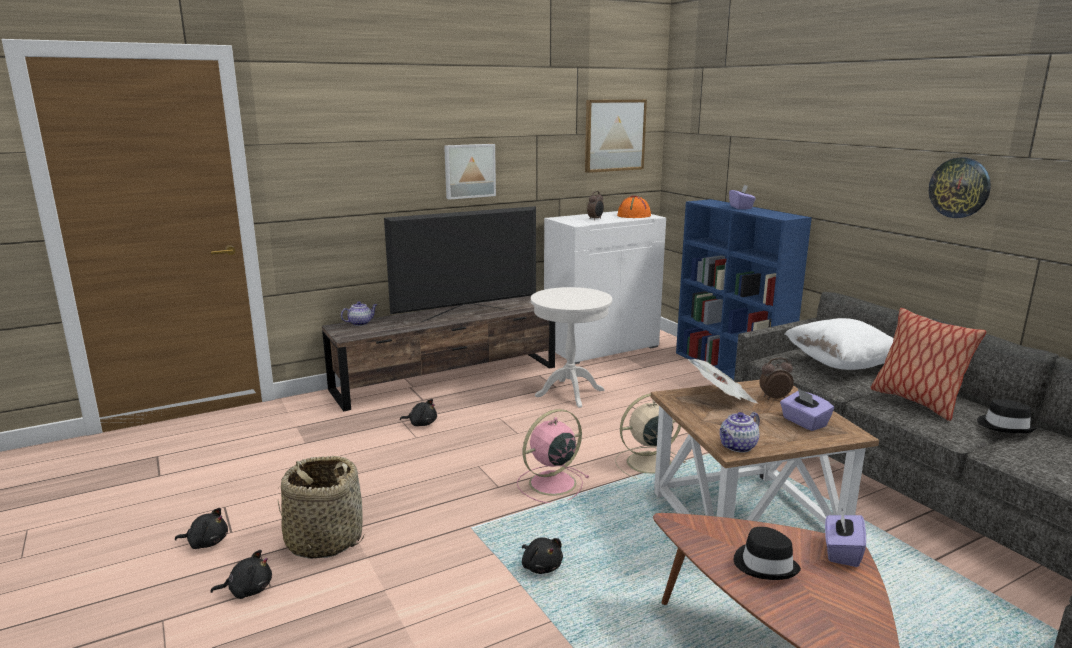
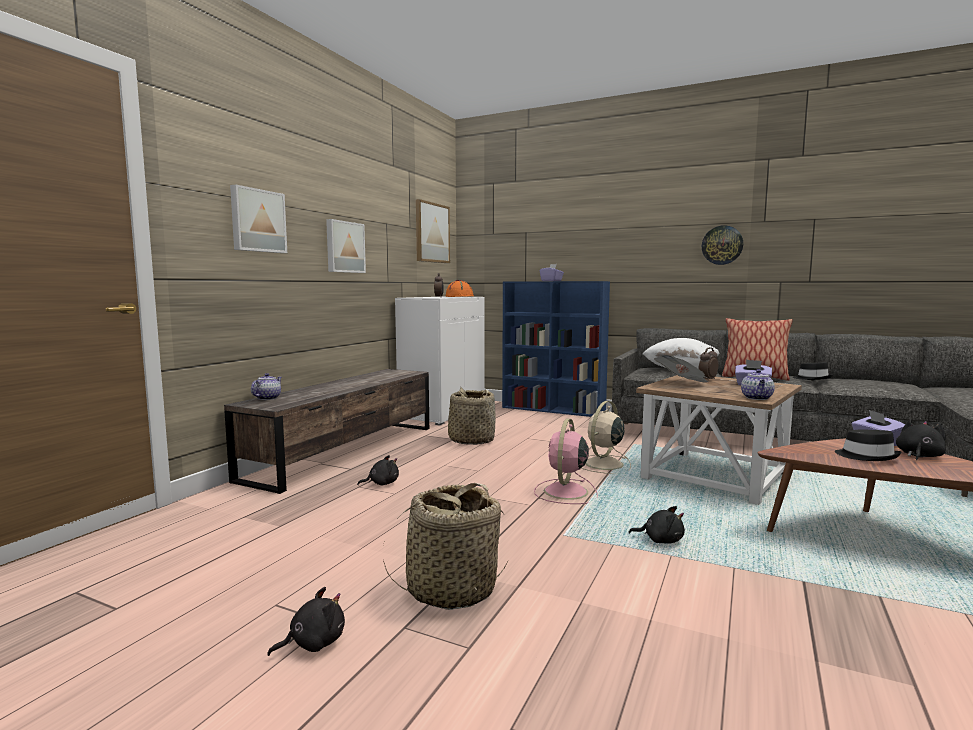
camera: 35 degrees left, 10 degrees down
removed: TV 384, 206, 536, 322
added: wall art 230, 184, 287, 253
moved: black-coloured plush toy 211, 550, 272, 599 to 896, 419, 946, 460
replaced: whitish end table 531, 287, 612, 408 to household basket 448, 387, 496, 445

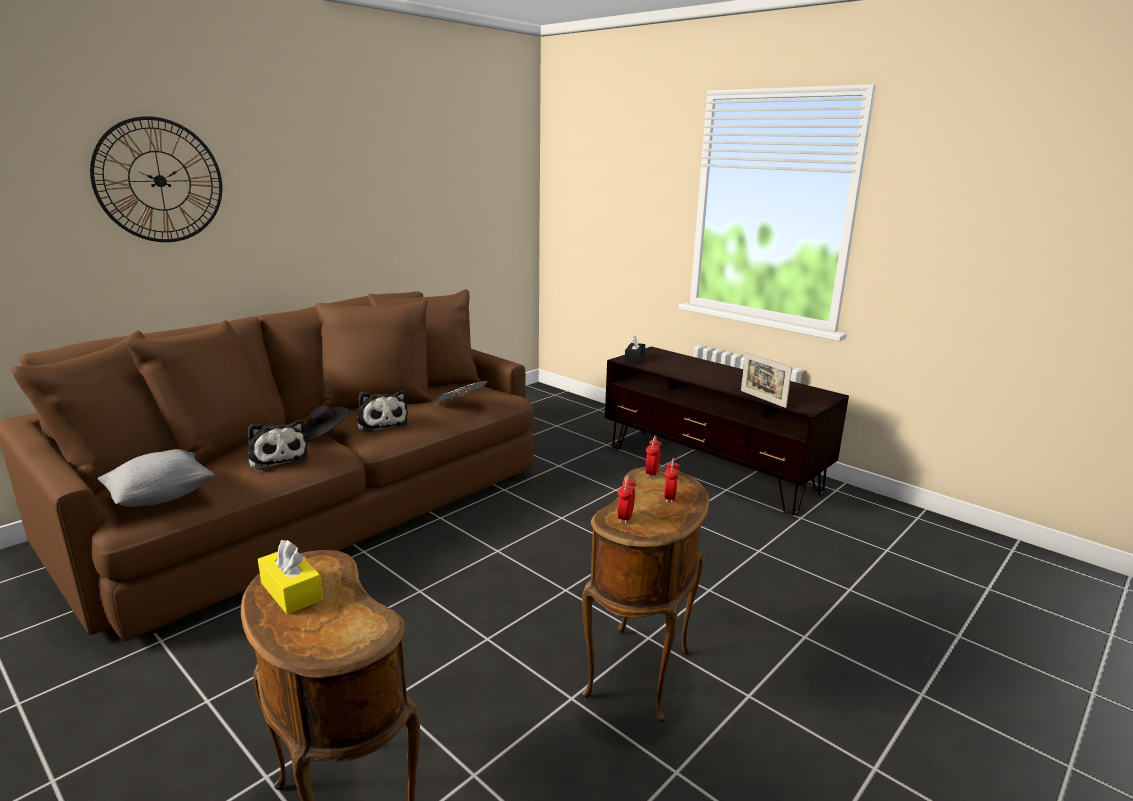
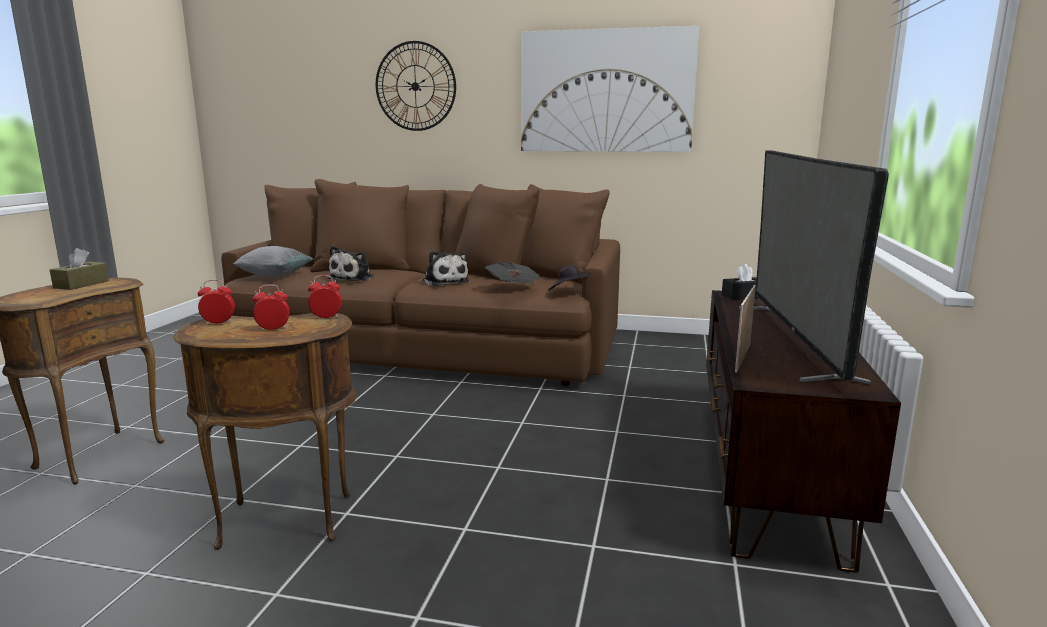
camera: 60 degrees right, 5 degrees down
added: wall art 521, 26, 699, 152; TV 739, 151, 889, 385
moved: black-coloured clothing hat 305, 405, 350, 442 to 548, 265, 591, 291
recoloured: yellow-coloured box of tissues 258, 540, 323, 615 to brownish box of tissues 50, 248, 109, 290
turned: plush toy 356, 390, 408, 433 = 423, 251, 469, 286 60 degrees counterclockwise

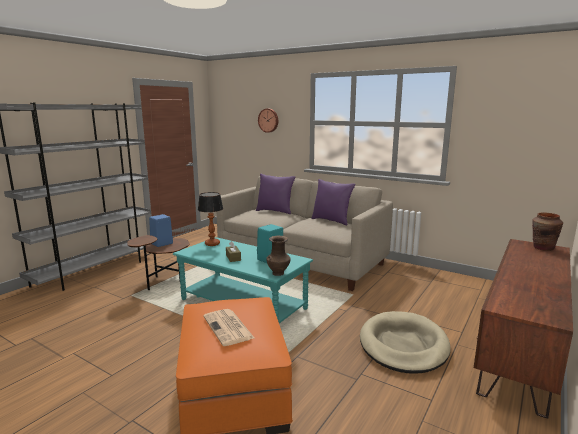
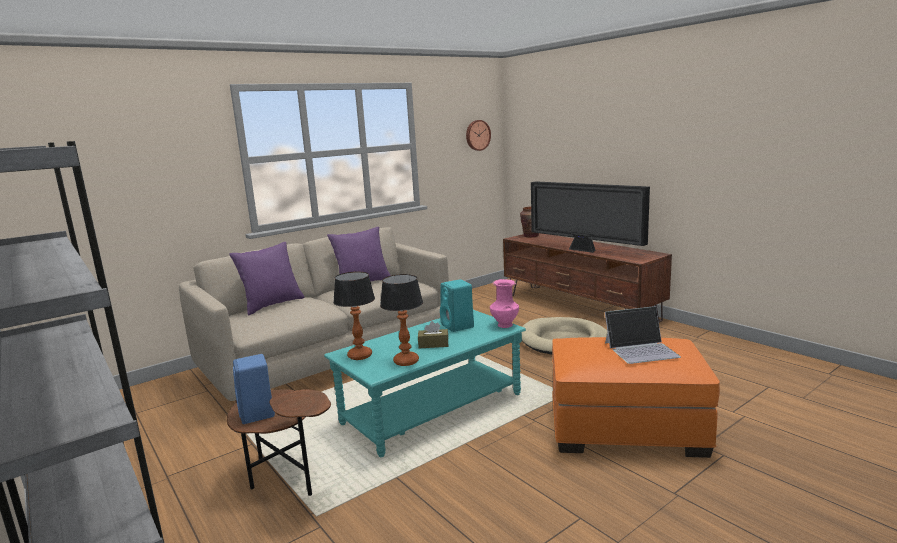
camera: 70 degrees left, 0 degrees up
added: lamp for a table 380, 274, 423, 366; TV 531, 181, 650, 253
moved: clock on the wall 258, 109, 278, 133 to 466, 120, 491, 151
replaced: printed paper 203, 309, 254, 346 to notebook computer 605, 306, 681, 364
recoloured: brownish vase 266, 236, 291, 276 to pink vase 490, 279, 519, 328

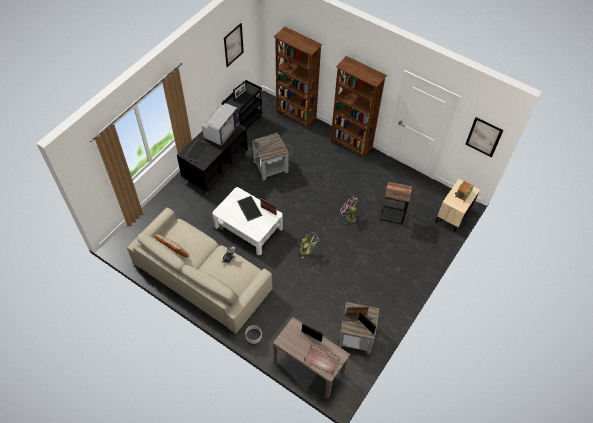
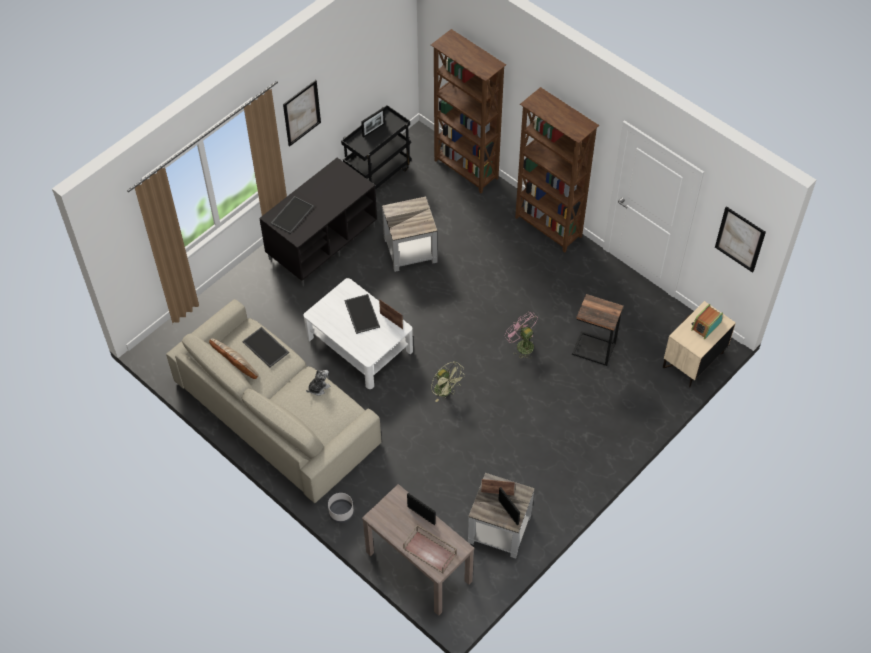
camera: 10 degrees right, 0 degrees up
removed: TV 202, 103, 239, 146
added: tray 242, 327, 289, 367
moved: wall art 224, 23, 244, 67 to 283, 80, 321, 147

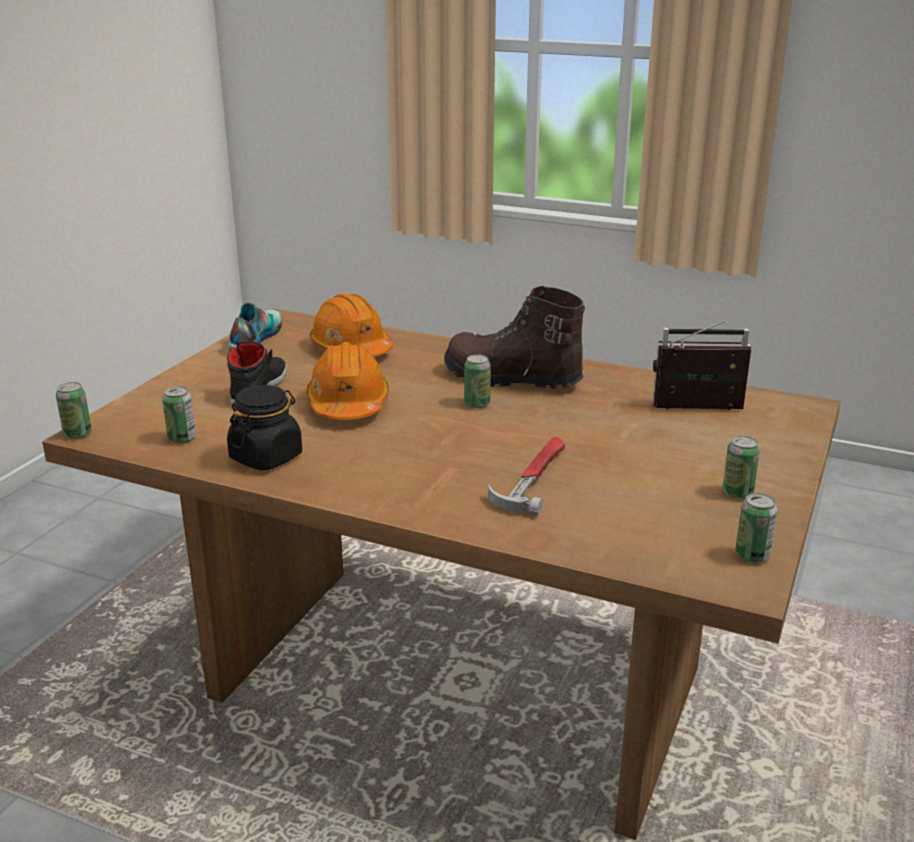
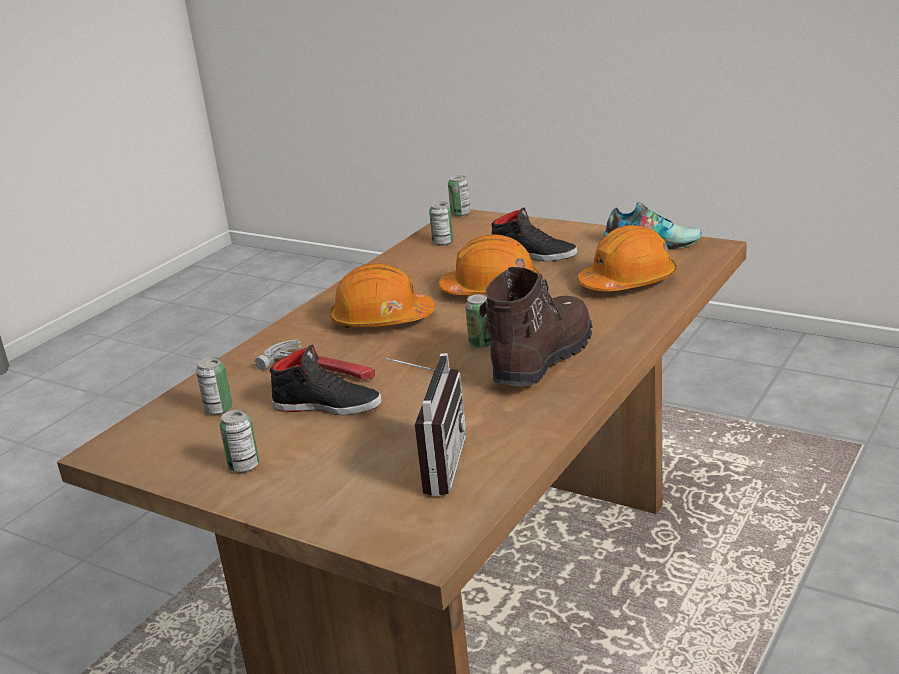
camera: 100 degrees right, 0 degrees up
removed: black-coloured preserve jar 227, 385, 302, 470
added: black-coloured low shoe 270, 345, 382, 415; orange hard hat 330, 263, 435, 328
moved: sealed can 735, 493, 777, 563 to 196, 357, 233, 415

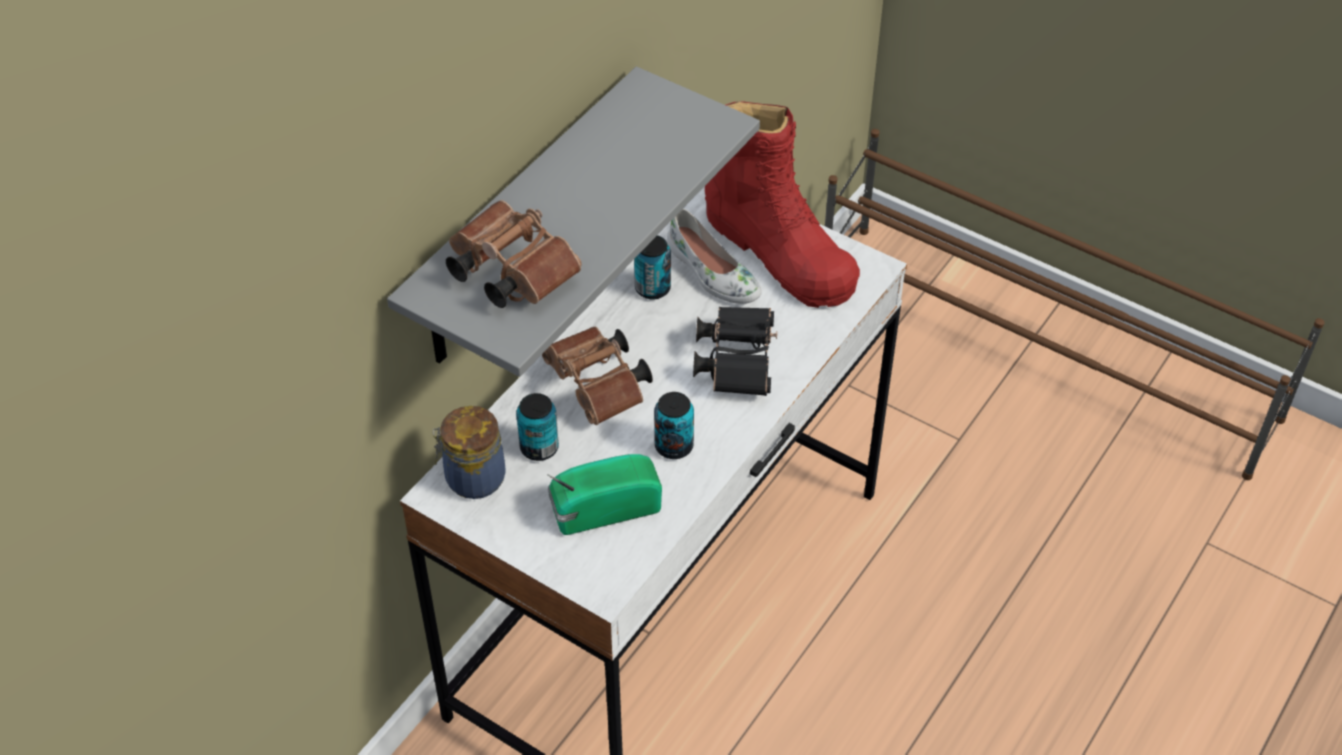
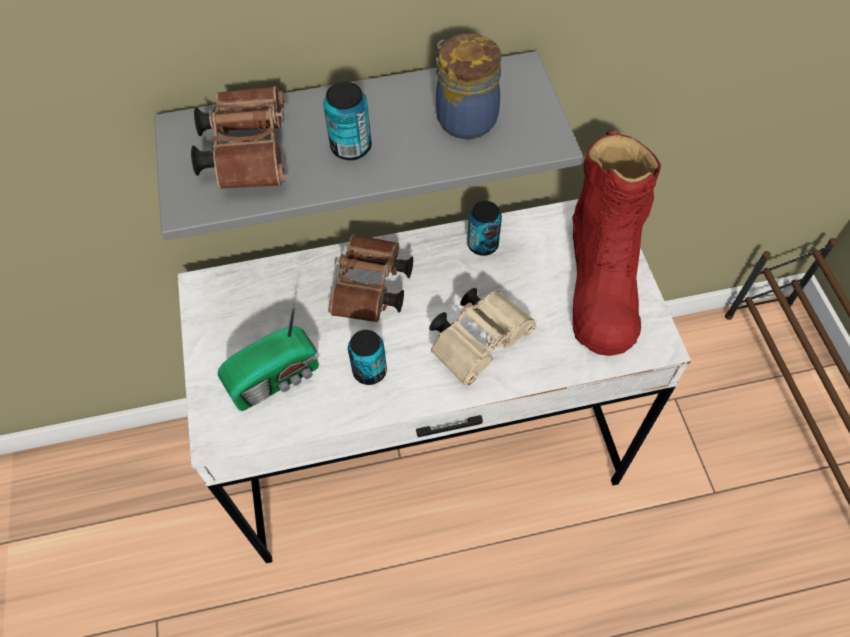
camera: 45 degrees right, 10 degrees up
removed: whitish low shoe 667, 209, 762, 304
moved: preserve jar 433, 406, 506, 499 to 435, 33, 501, 139; sealed can 516, 393, 559, 461 to 323, 82, 372, 160
recoloured: black-coloured field glasses 693, 307, 777, 396 to sand-coloured field glasses 429, 288, 536, 385
turned: radio 547, 454, 662, 535 = 218, 291, 319, 411 120 degrees clockwise

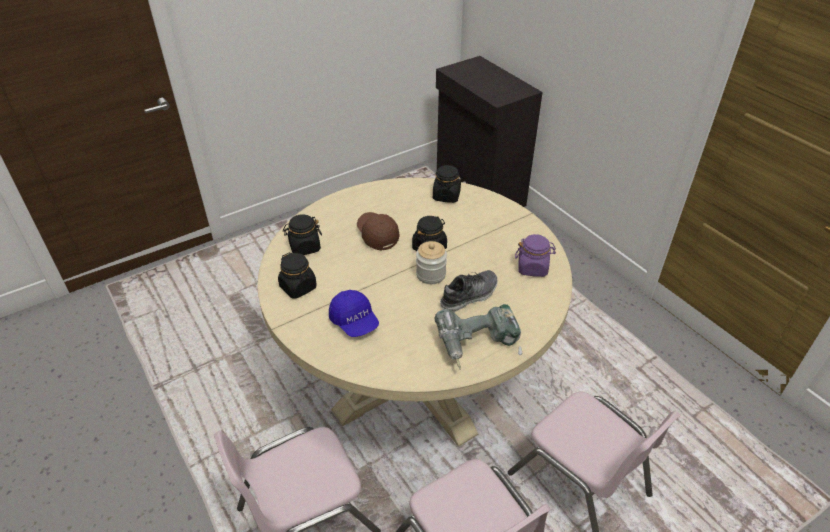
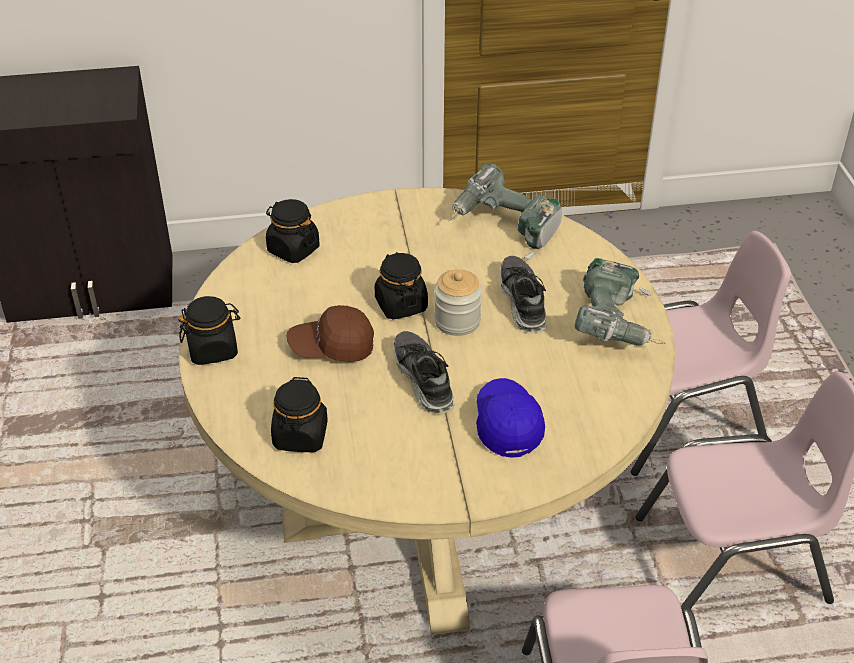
camera: 65 degrees left, 0 degrees up
added: low shoe 393, 331, 454, 414
moved: black-coloured preserve jar 278, 252, 317, 299 to 178, 296, 240, 365
replaced: purplish preserve jar 515, 234, 556, 277 to drill 447, 164, 562, 259
turned: blue-coloured cap 329, 290, 379, 337 = 476, 378, 545, 457 90 degrees counterclockwise

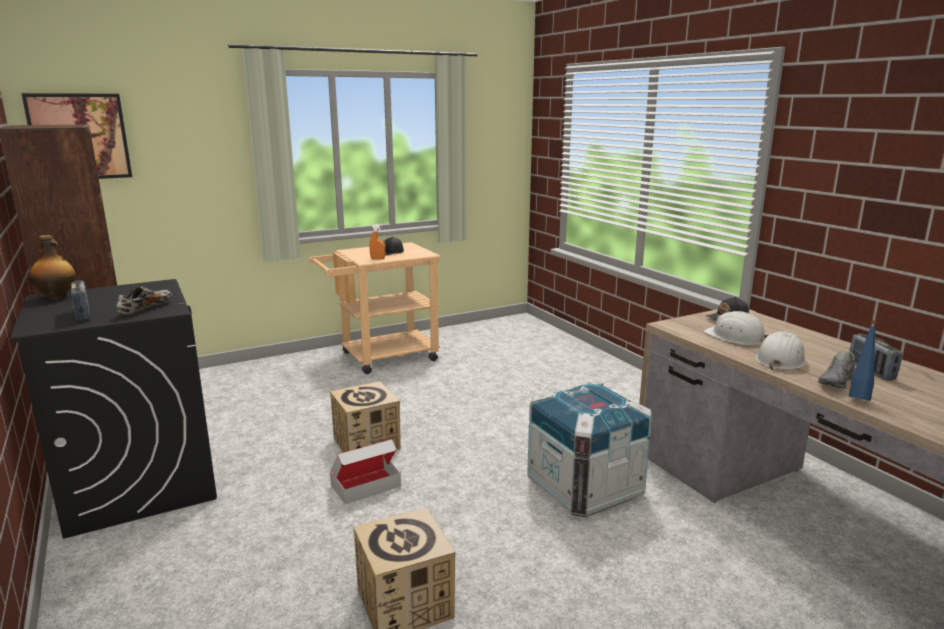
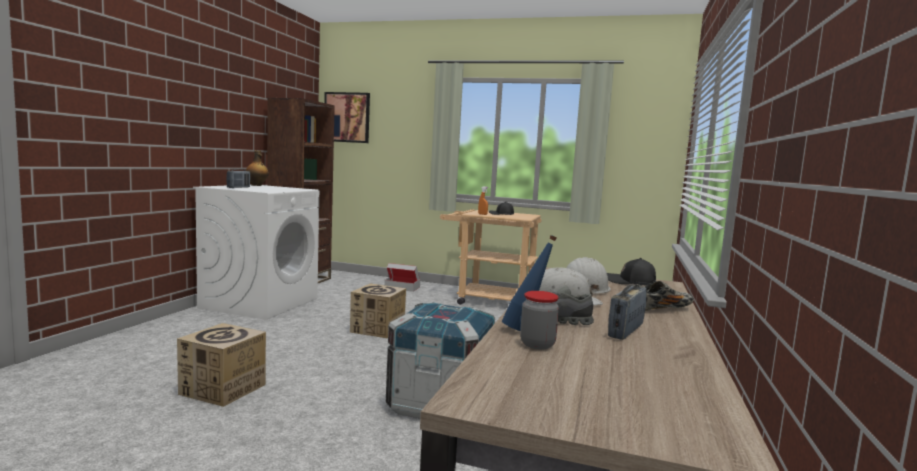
camera: 45 degrees right, 10 degrees down
added: preserve jar 520, 291, 559, 349
moved: low shoe 117, 287, 172, 315 to 637, 281, 694, 311; cardboard box 330, 439, 401, 504 to 384, 263, 420, 292
recoloured: black-coloured laundry appliance 10, 279, 217, 539 to whitish laundry appliance 193, 185, 319, 320

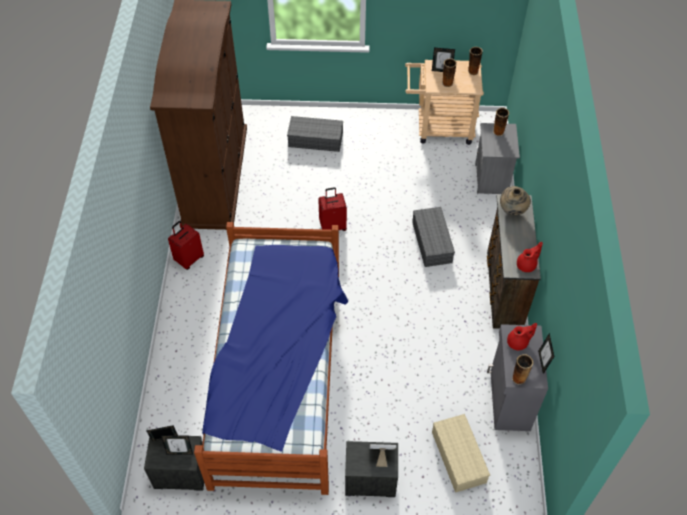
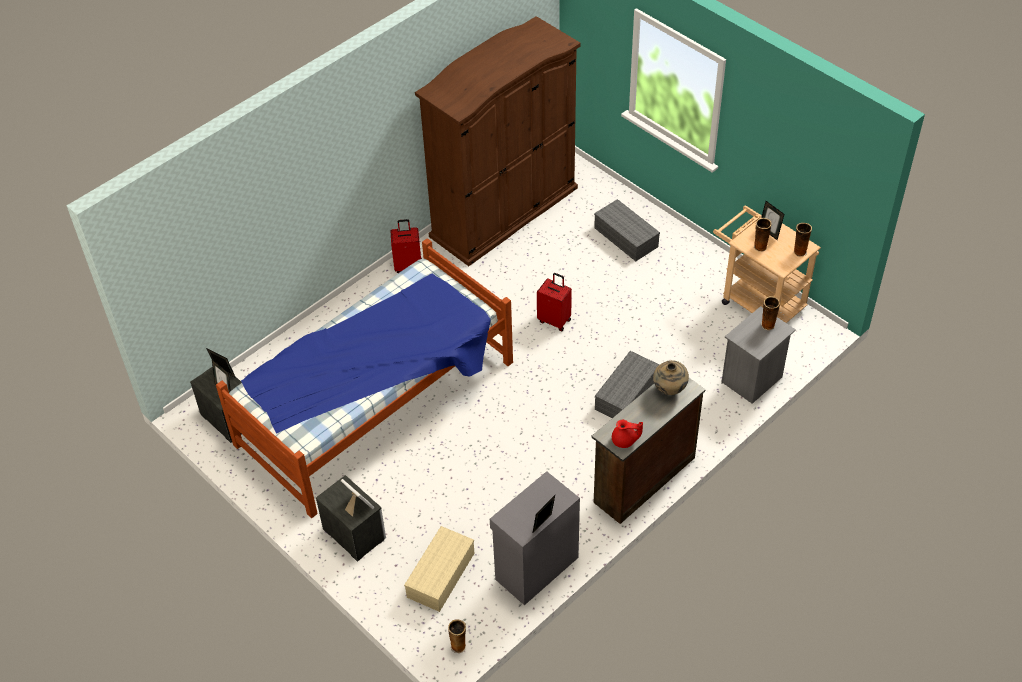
camera: 45 degrees right, 5 degrees down
removed: red-coloured teapot 507, 323, 537, 351
moved: vase 512, 354, 533, 385 to 448, 619, 466, 653

